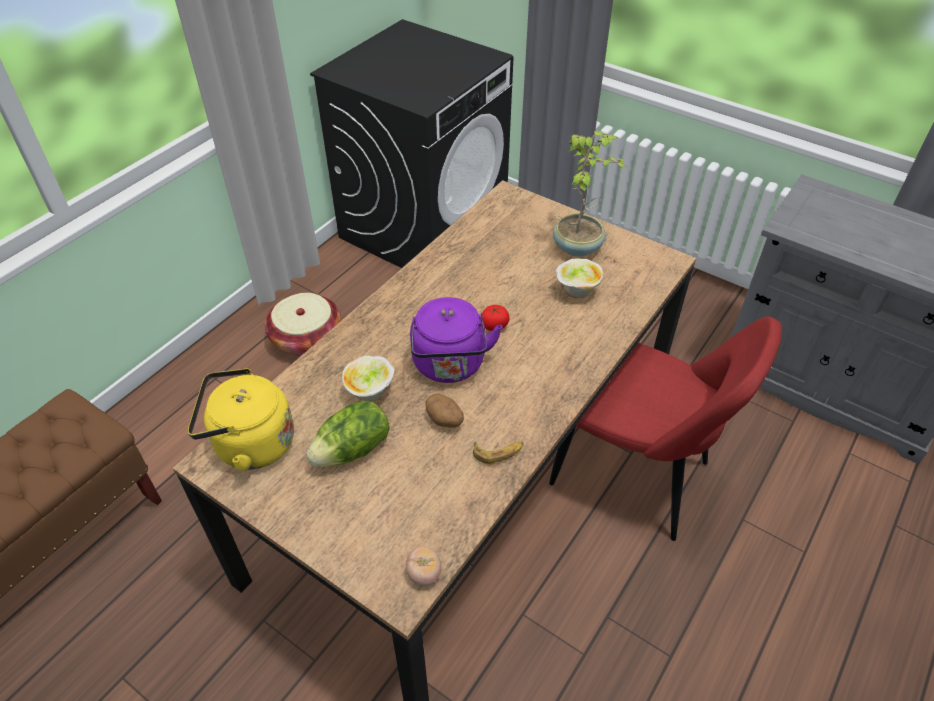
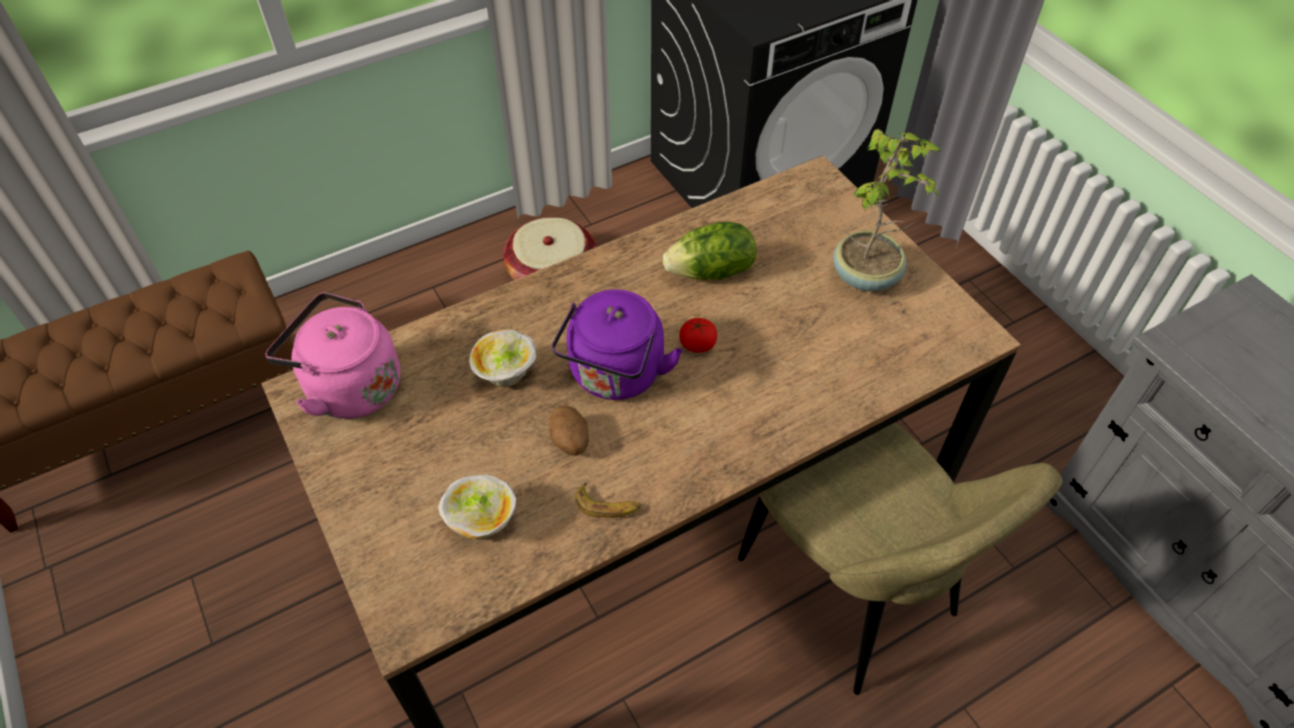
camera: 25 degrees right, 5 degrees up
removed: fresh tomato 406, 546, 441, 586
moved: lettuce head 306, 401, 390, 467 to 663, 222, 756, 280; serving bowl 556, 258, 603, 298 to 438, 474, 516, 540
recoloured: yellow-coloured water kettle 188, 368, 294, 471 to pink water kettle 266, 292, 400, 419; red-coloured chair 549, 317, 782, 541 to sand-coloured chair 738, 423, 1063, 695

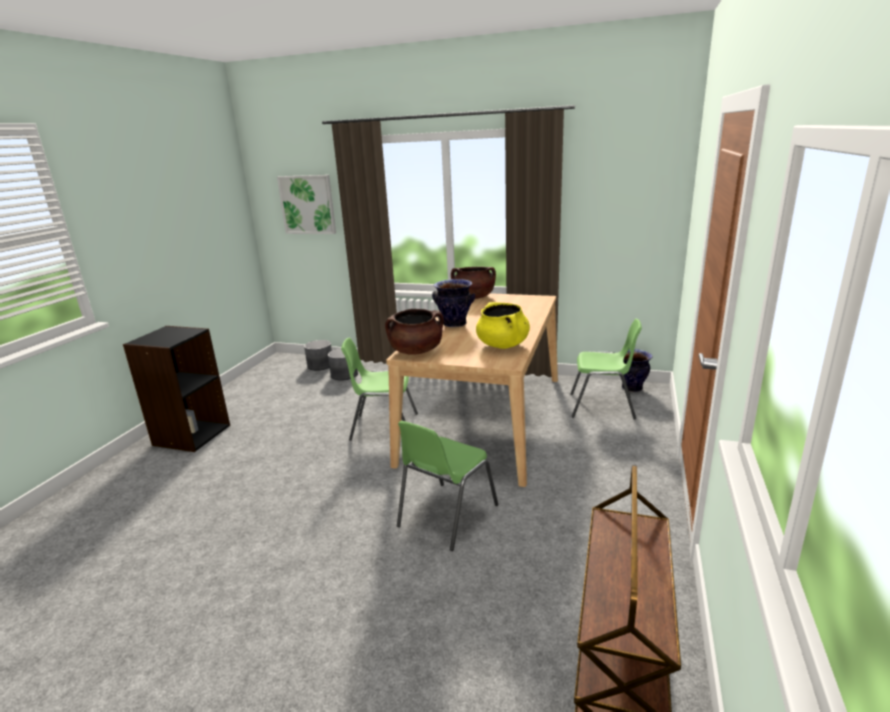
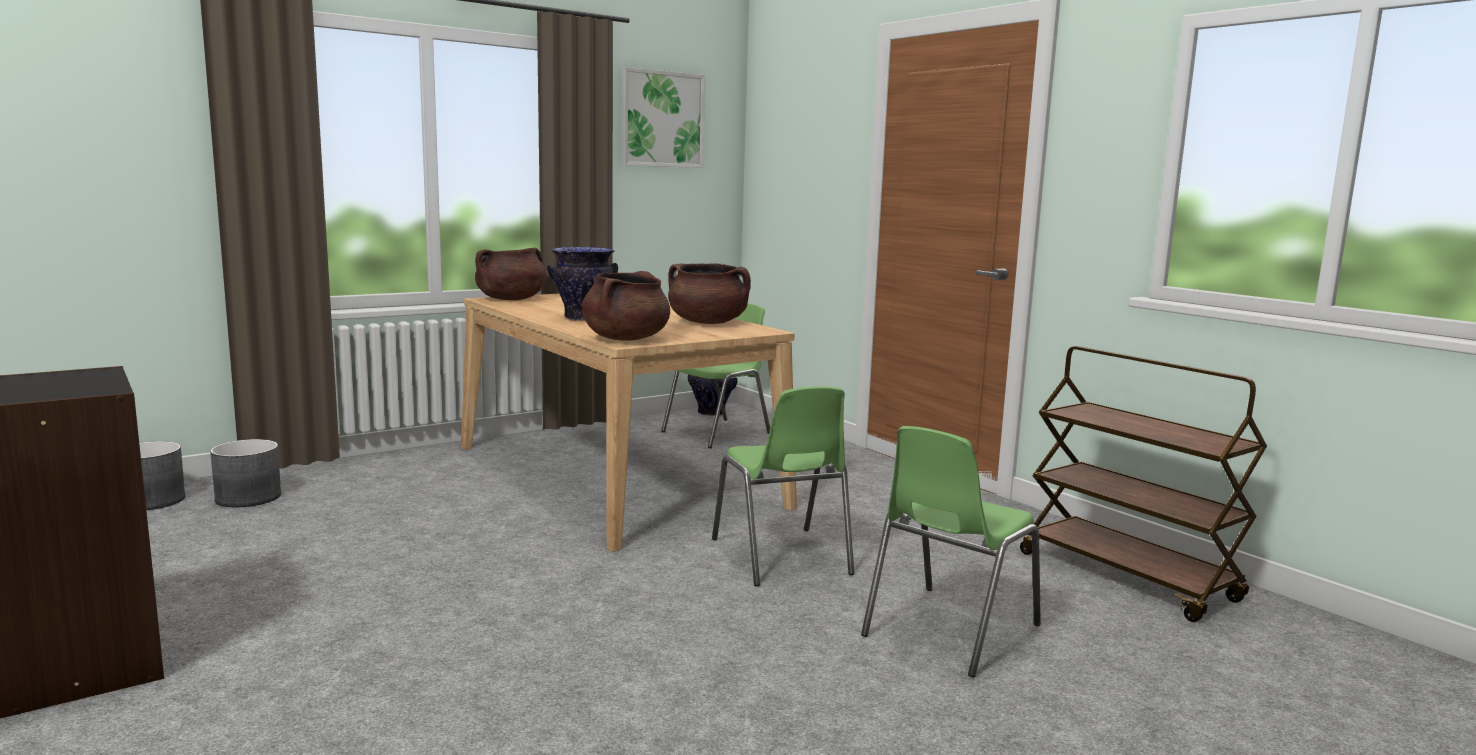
camera: 55 degrees left, 10 degrees down
moved: wall art 277, 175, 336, 234 to 622, 67, 705, 168; green-coloured chair 341, 338, 418, 441 to 861, 426, 1041, 677
recoloured: yellow-coloured cooking pot 476, 302, 530, 349 to brownish cooking pot 668, 263, 751, 324

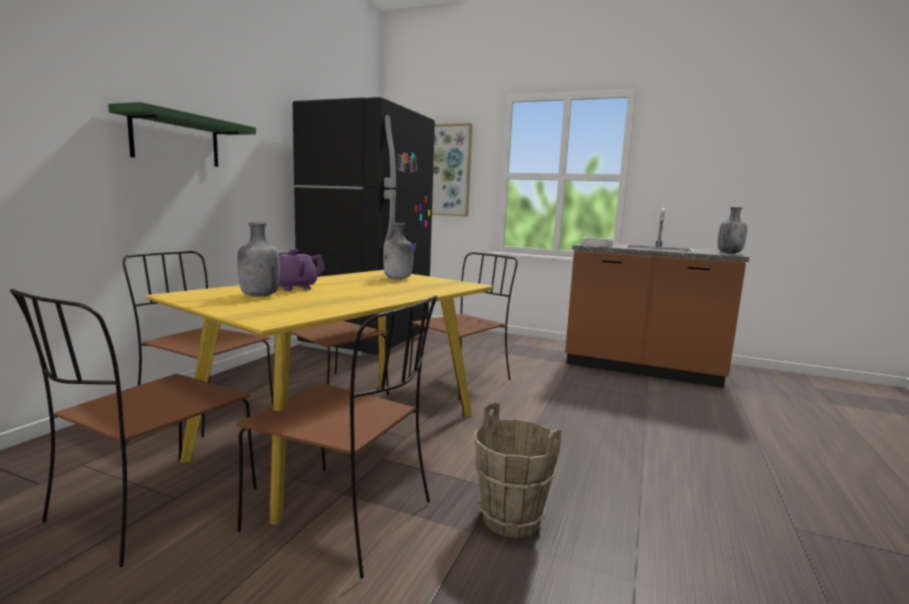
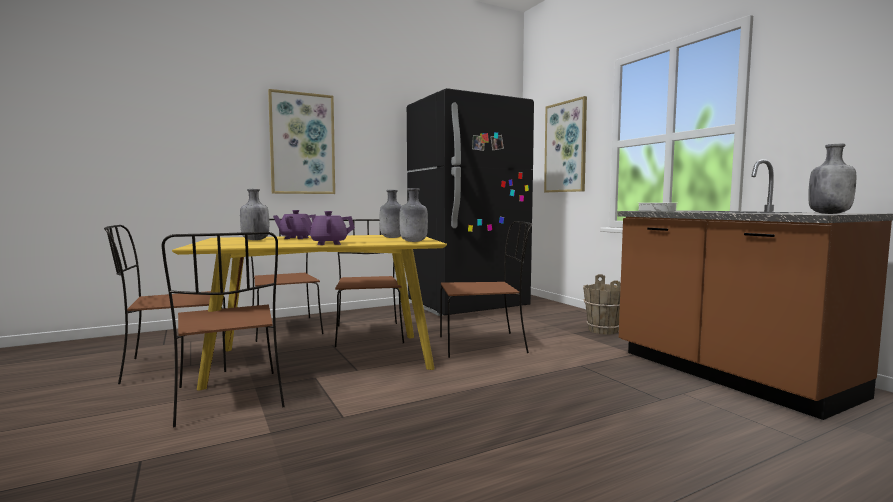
camera: 40 degrees right, 5 degrees down
added: purplish teapot 301, 211, 355, 245; greyish bottle 399, 188, 428, 242
moved: brownish bucket 474, 402, 561, 538 to 583, 274, 621, 335
replaced: green-coloured wall shelf 108, 102, 256, 167 to wall art 268, 89, 335, 194

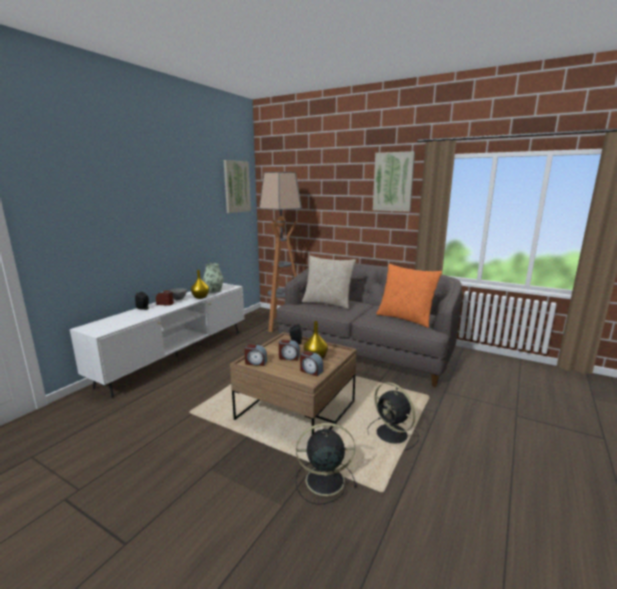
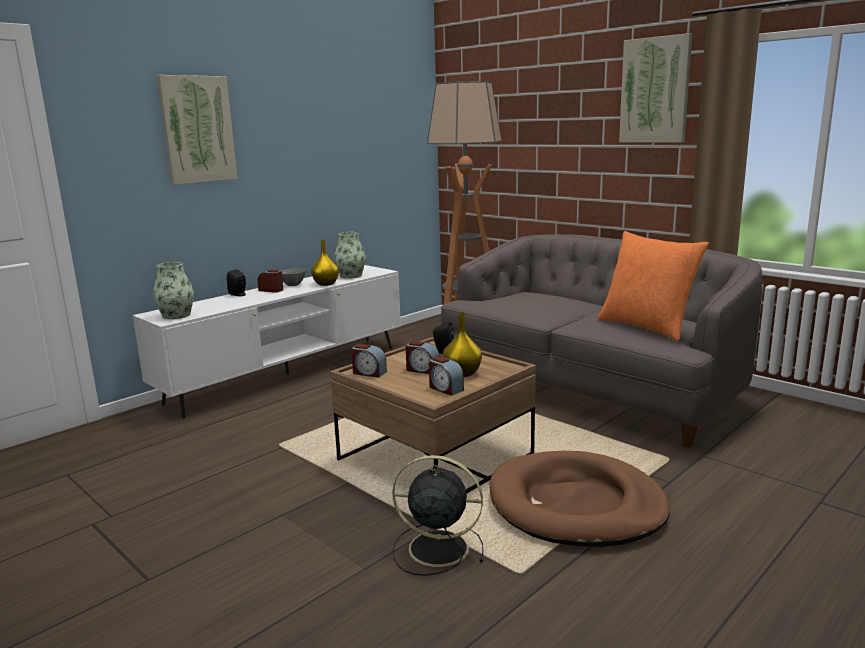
camera: 15 degrees right, 0 degrees up
removed: sand-coloured pillow 302, 256, 356, 309
added: vase 153, 262, 194, 319
moved: wall art 224, 160, 251, 213 to 156, 75, 238, 185
replaced: black-coloured cooling fan 367, 382, 419, 451 to brownish dog bed 489, 451, 670, 547

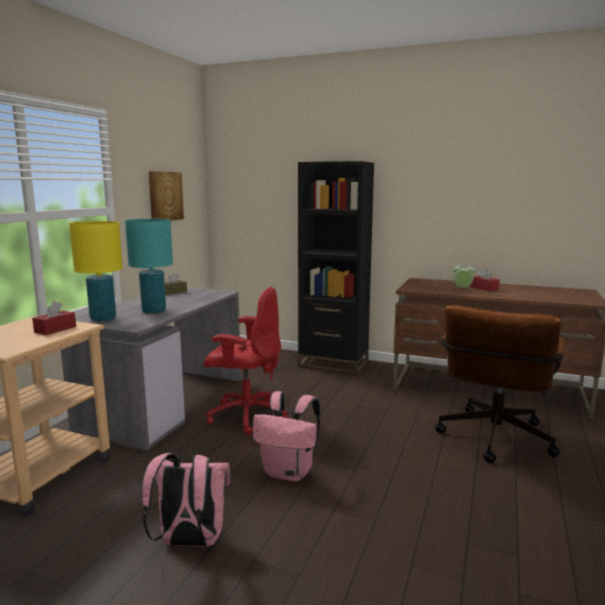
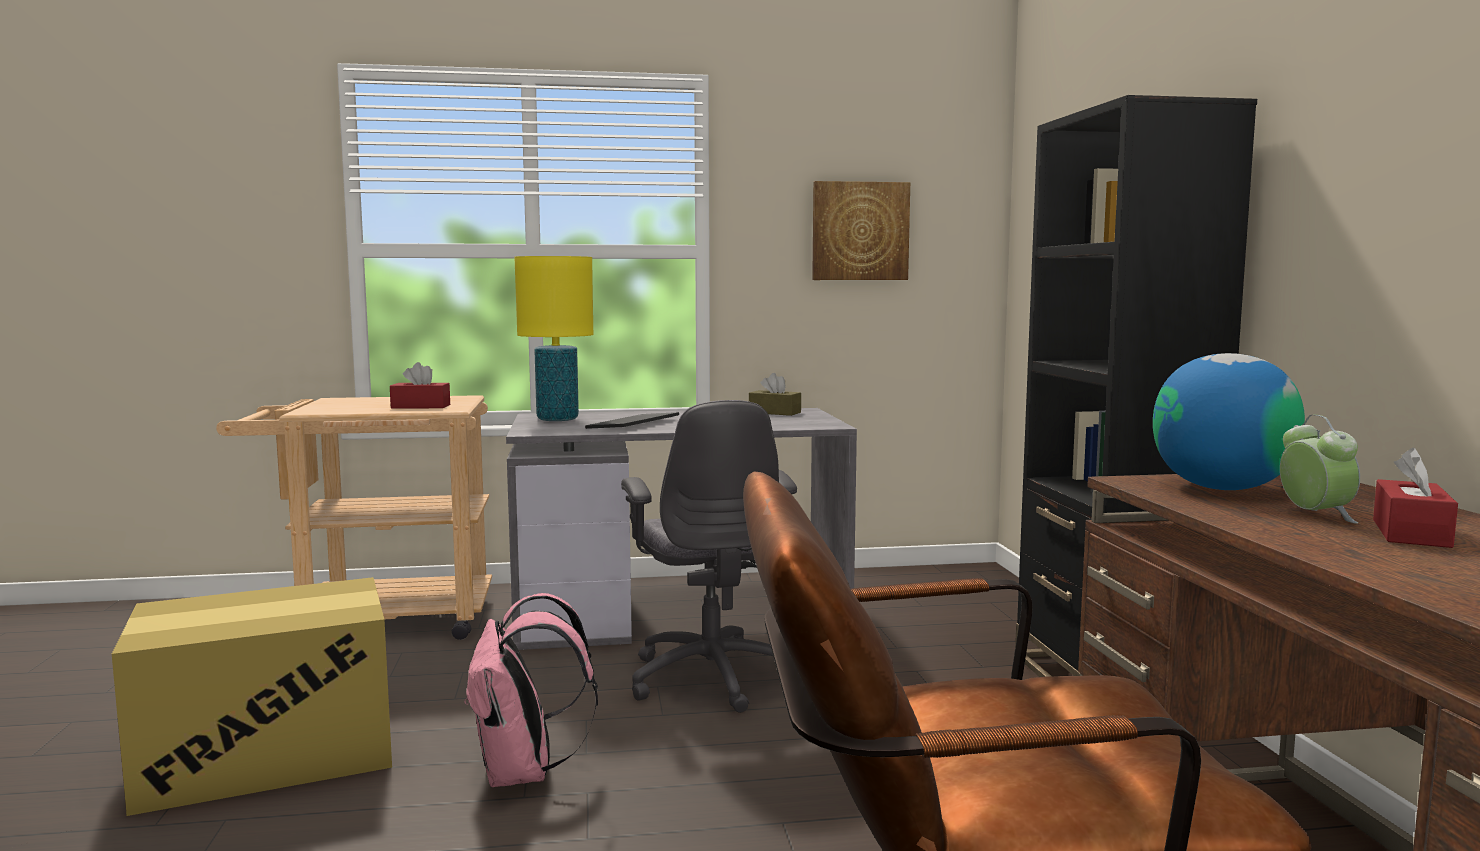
camera: 60 degrees right, 5 degrees down
added: desk globe 1153, 353, 1305, 490
replaced: blue-green lamp for a table 125, 219, 173, 314 to PC keyboard 585, 412, 679, 429; pink rucksack 142, 453, 231, 547 to cardboard box 112, 577, 392, 816
recoloured: red-coloured office chair 204, 287, 288, 435 to greyish office chair 621, 400, 797, 713

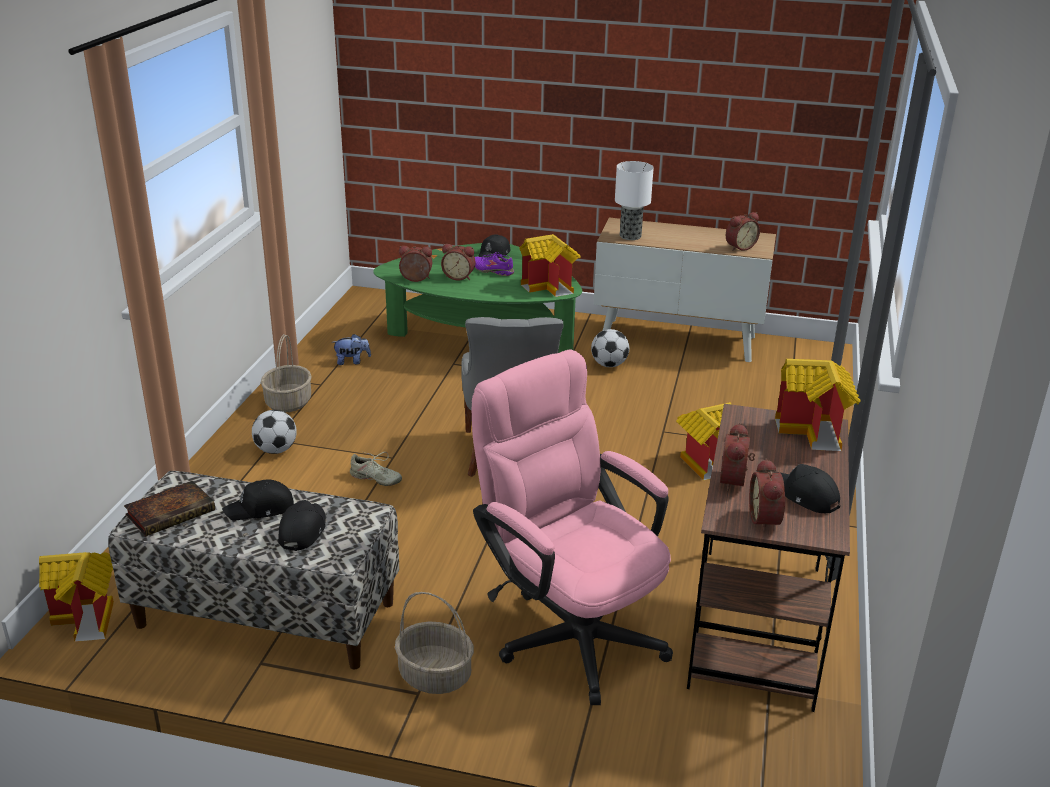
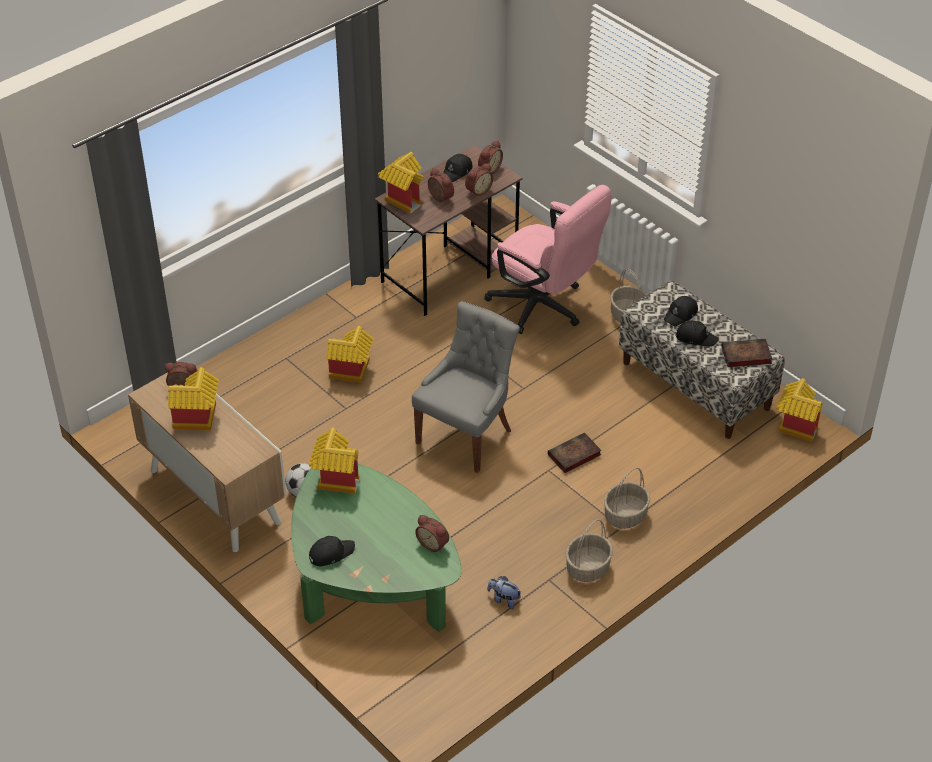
camera: 145 degrees left, 15 degrees up
removed: purplish low shoe 475, 252, 514, 276; lamp for a table 615, 161, 654, 240
added: toy house 168, 367, 219, 430
moved: table clock 441, 244, 476, 281 to 428, 168, 454, 202
replaced: football 252, 410, 297, 454 to household basket 604, 468, 650, 529; sand-coloured low shoe 350, 452, 402, 486 to bound book 548, 432, 602, 473
turned: pink office chair 472, 349, 673, 705 = 485, 185, 612, 334 45 degrees counterclockwise; black-coloured cap 774, 464, 840, 513 = 443, 154, 472, 182 45 degrees clockwise

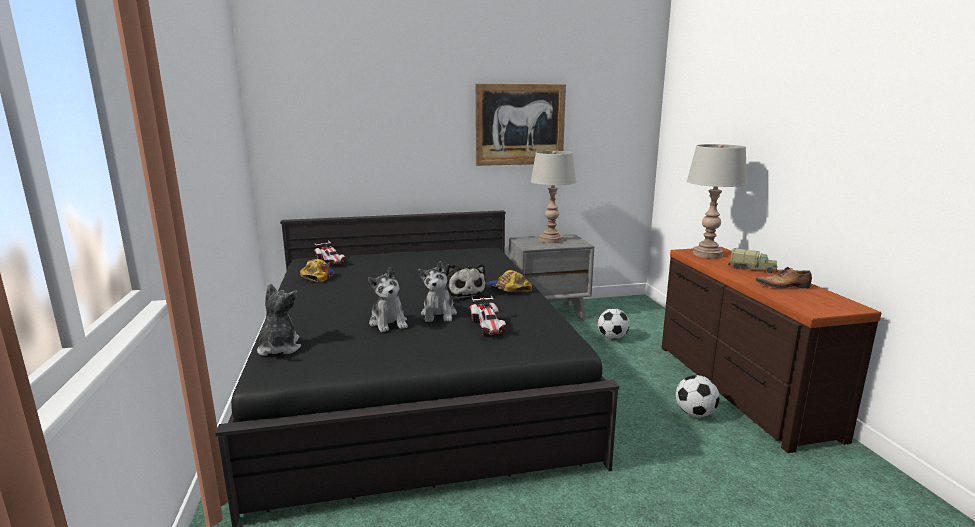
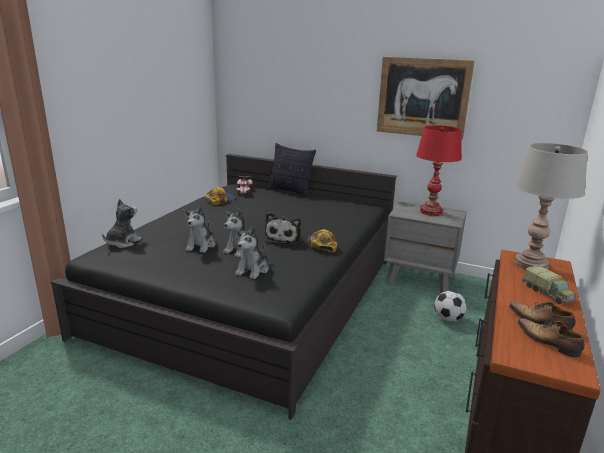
camera: 35 degrees right, 5 degrees up
removed: football 676, 375, 720, 417
added: pillow 267, 143, 316, 197; low shoe 517, 318, 585, 358
replaced: toy car 470, 295, 506, 337 to plush toy 235, 226, 269, 279
recoloured: greyish lamp for a table 530, 151, 576, 243 to red-coloured lamp for a table 416, 125, 462, 216

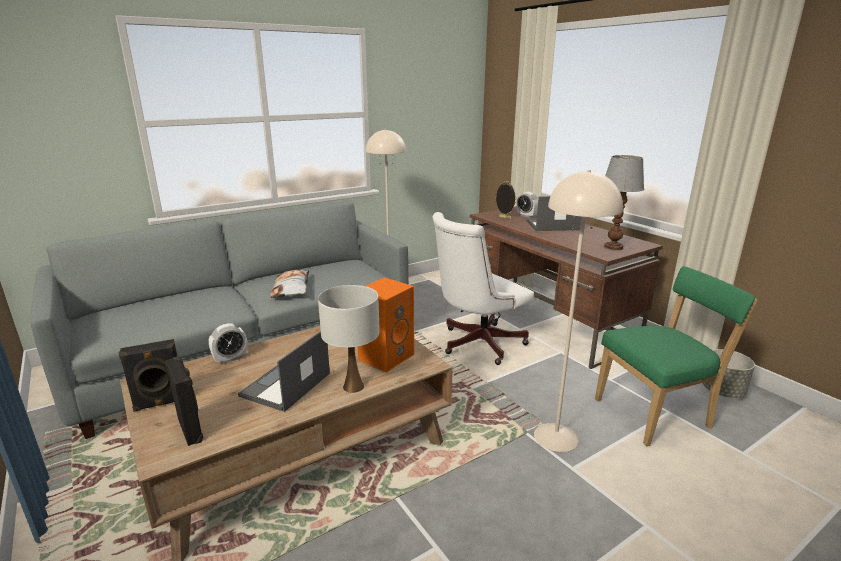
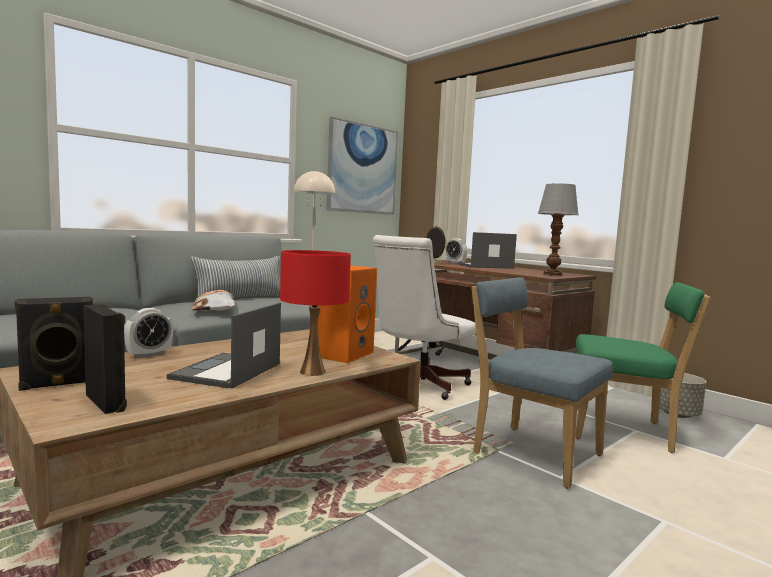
camera: 10 degrees left, 15 degrees down
added: pillow 191, 256, 280, 297; wall art 327, 117, 398, 215
replaced: sand-coloured floor lamp 534, 170, 623, 452 to blue-coloured chair 471, 277, 613, 489
recoloured: whitish lamp for a table 318, 285, 380, 393 to red-coloured lamp for a table 280, 250, 351, 376
turned: green-coloured chair 595, 266, 757, 446 = 575, 282, 711, 453 45 degrees clockwise

